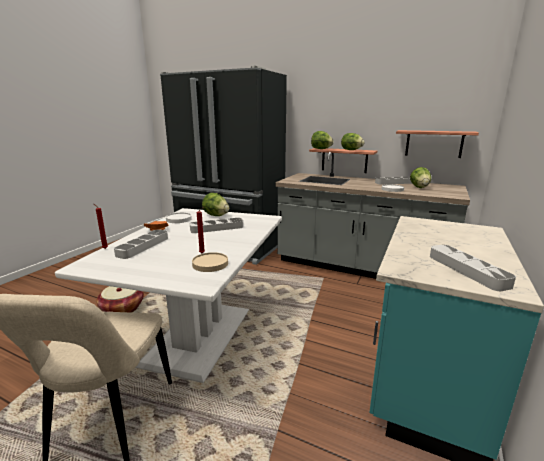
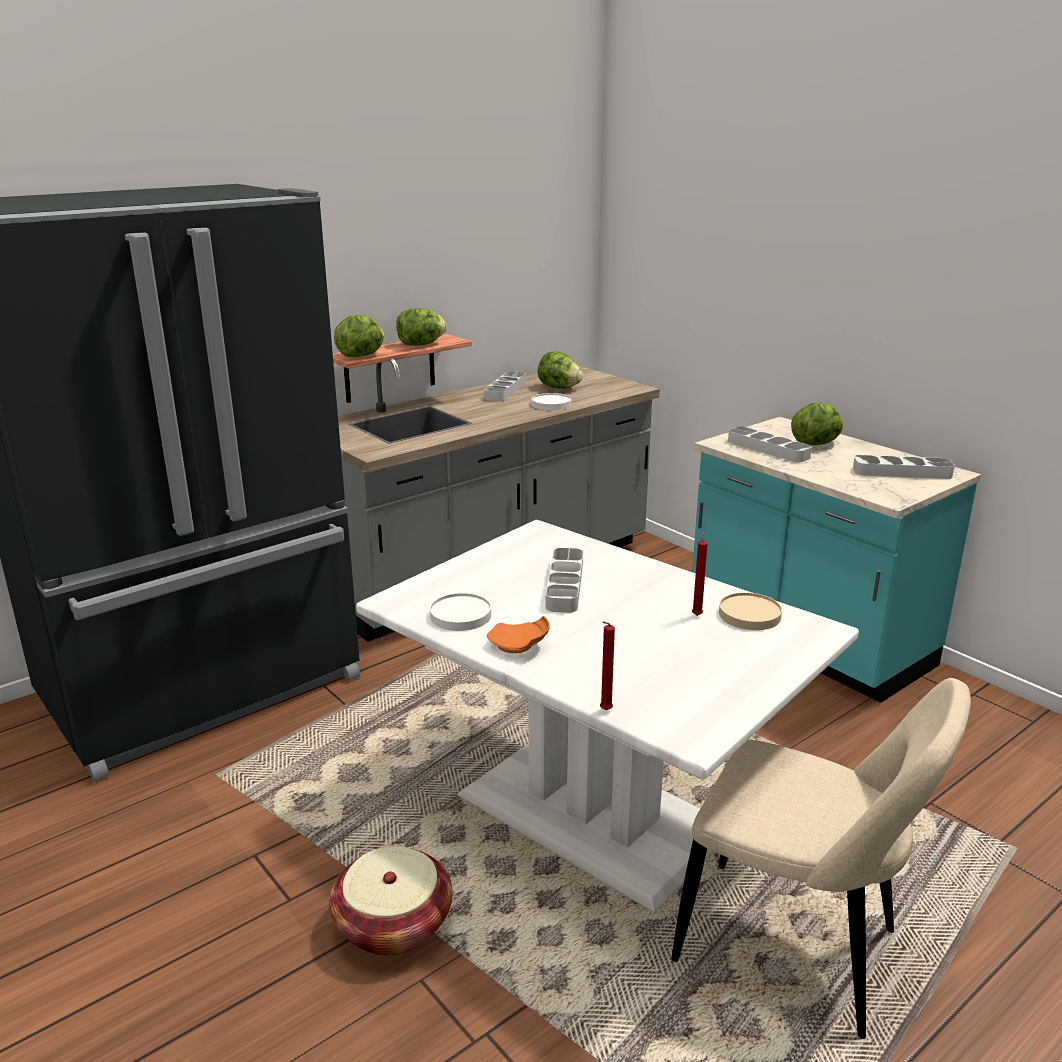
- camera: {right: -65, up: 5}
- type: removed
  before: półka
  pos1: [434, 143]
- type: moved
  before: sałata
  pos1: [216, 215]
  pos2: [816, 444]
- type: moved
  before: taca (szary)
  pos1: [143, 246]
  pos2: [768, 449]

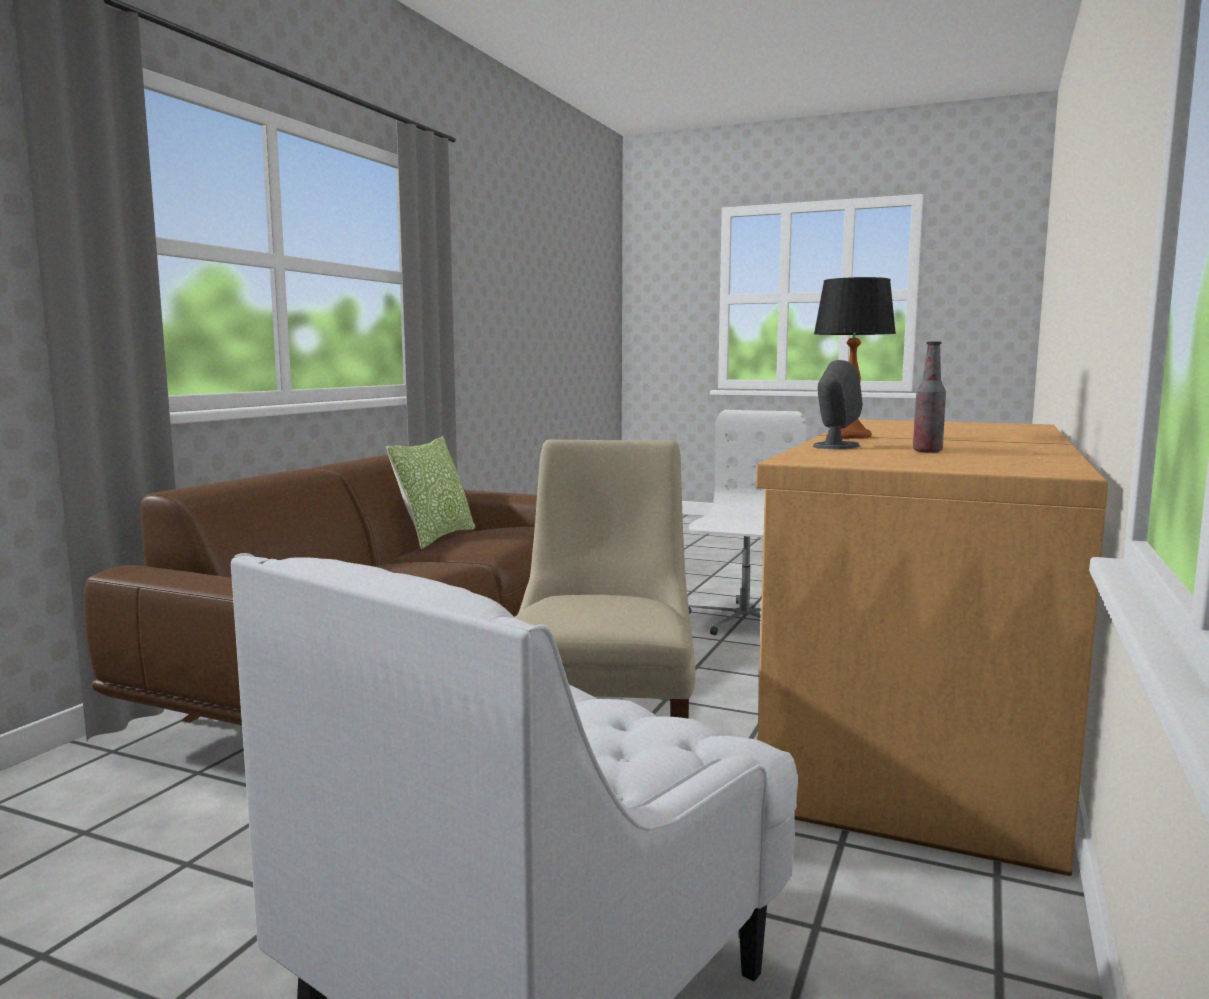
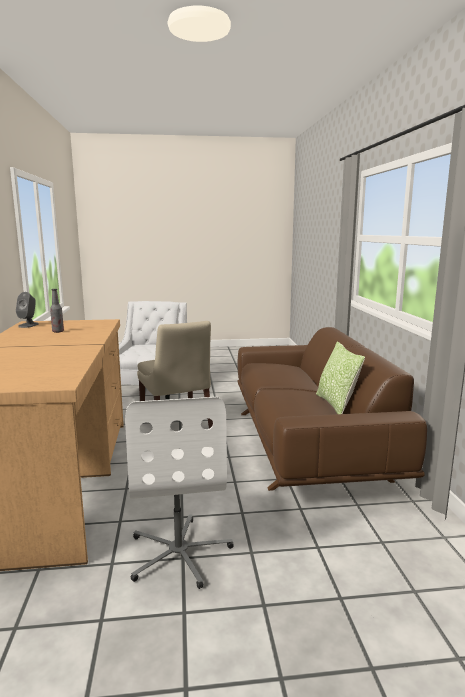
- camera: {right: 150, up: 5}
- type: removed
  before: lampa stołowa
  pos1: [849, 436]
- type: moved
  before: głośnik (szary)
  pos1: [836, 446]
  pos2: [28, 325]

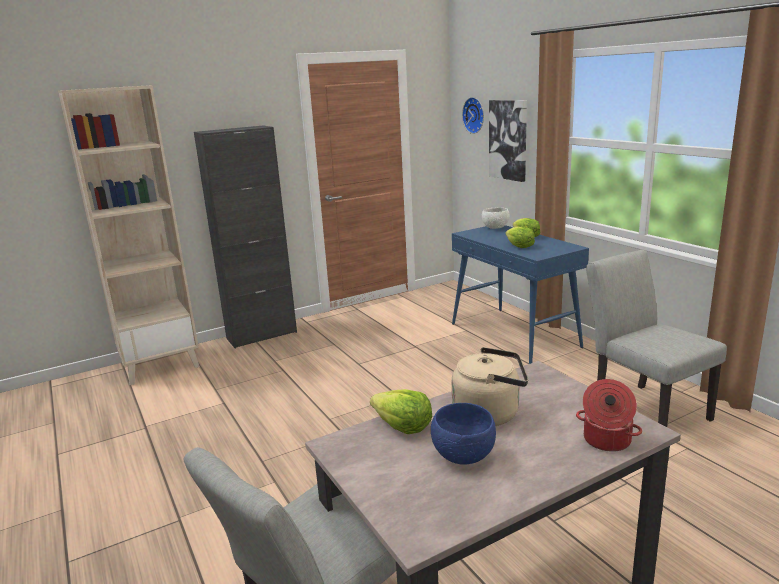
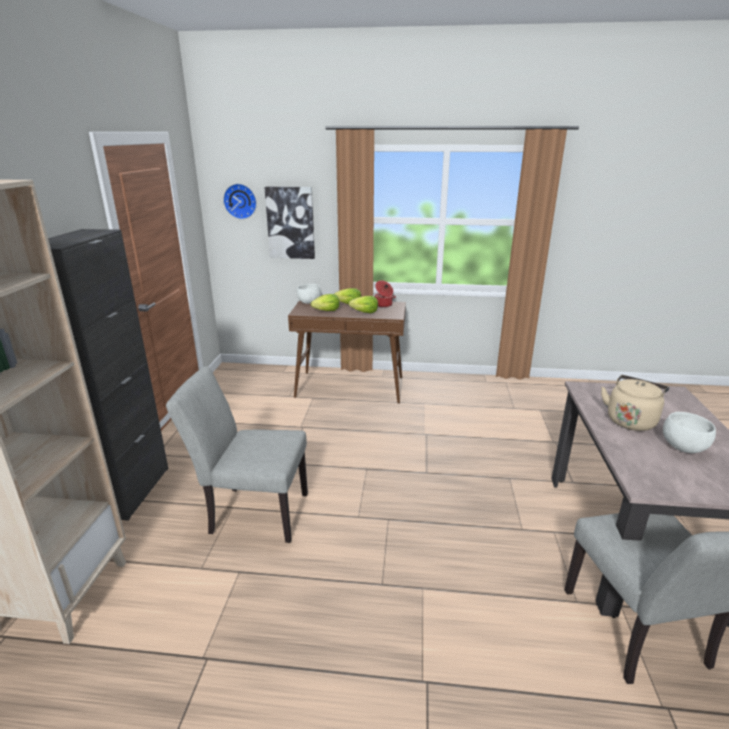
- camera: {right: -55, up: 5}
- type: recoloured
  before: stolik konsolowy (niebieski)
  after: stolik konsolowy (brązowy)
  pos1: [514, 335]
  pos2: [350, 387]
- type: moved
  before: krzesło (szary)
  pos1: [643, 408]
  pos2: [252, 512]
- type: moved
  before: garnek
  pos1: [606, 440]
  pos2: [383, 305]
- type: moved
  before: sałata
  pos1: [403, 426]
  pos2: [327, 311]
- type: recoloured
  before: miska (niebieski)
  after: miska (biały)
  pos1: [462, 456]
  pos2: [683, 448]

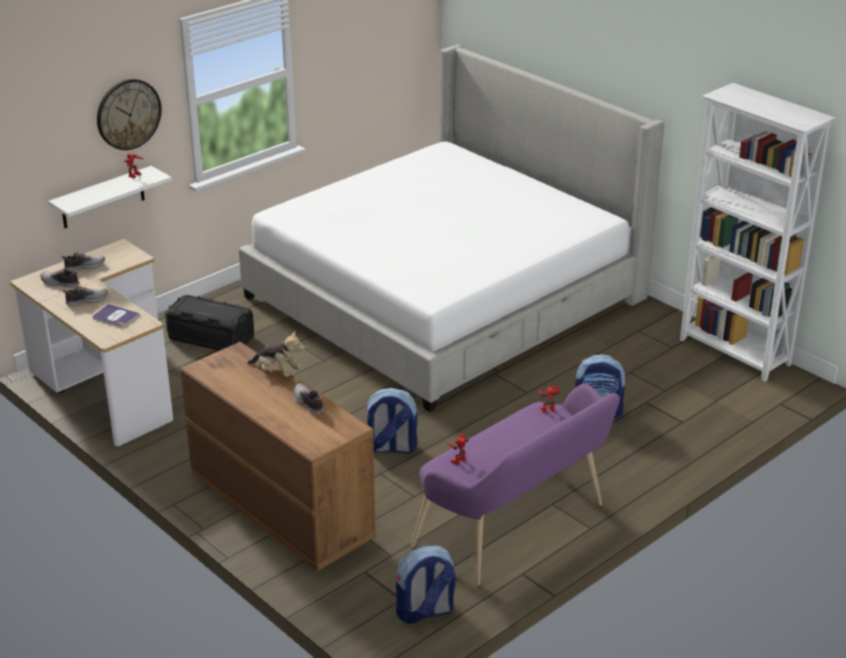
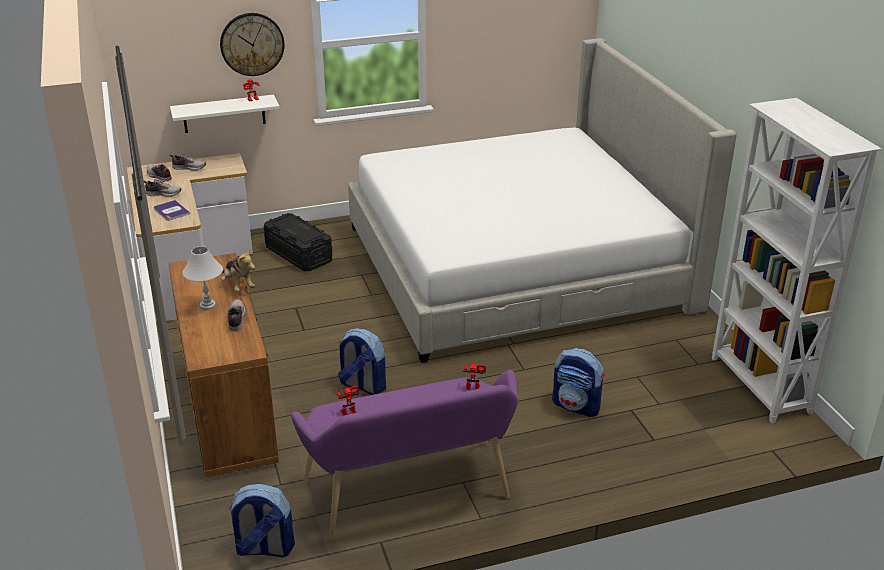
- camera: {right: 25, up: 0}
- type: added
  after: lampa stołowa (biały)
  pos2: [208, 306]

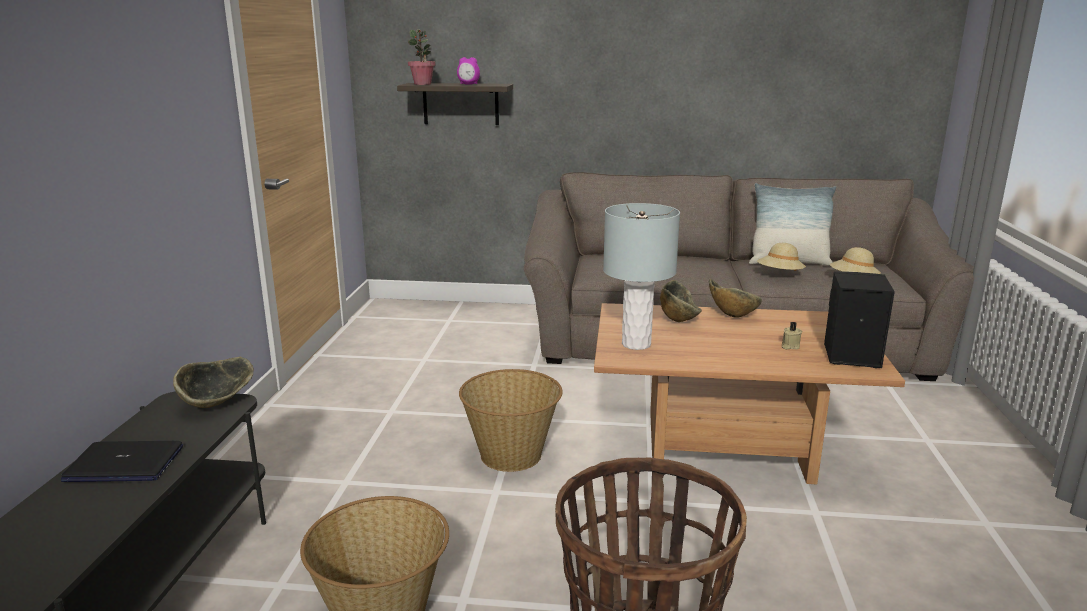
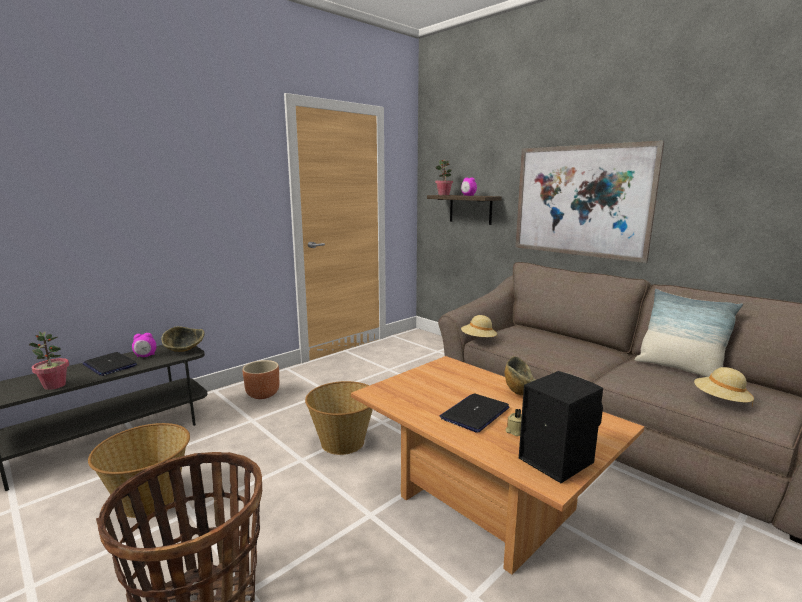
- camera: {right: 40, up: -5}
- type: removed
  before: lampa stołowa (szary)
  pos1: [636, 344]
- type: moved
  before: kapelusz (beżowy)
  pos1: [780, 275]
  pos2: [478, 340]
- type: removed
  before: miska
  pos1: [678, 319]
- type: added
  after: obraz
  pos2: [580, 201]
- type: added
  after: roślina doniczkowa
  pos2: [54, 386]
- type: added
  after: budzik
  pos2: [145, 356]
- type: added
  after: donica (brązowy)
  pos2: [262, 394]
- type: added
  after: laptop
  pos2: [475, 413]

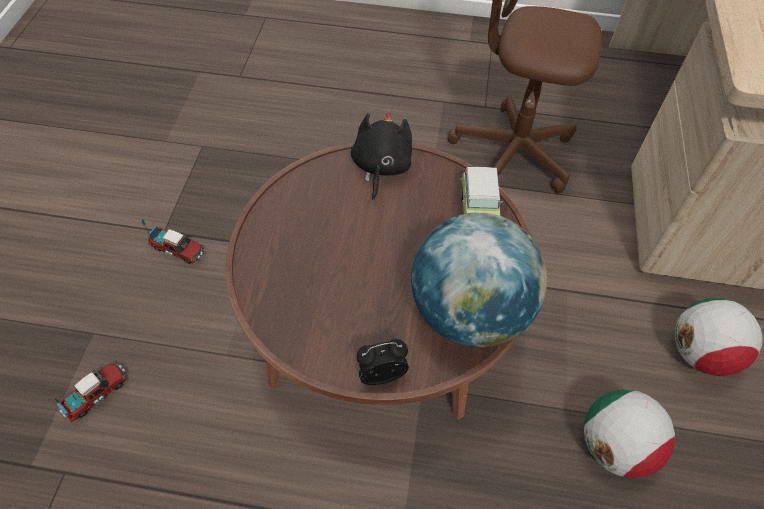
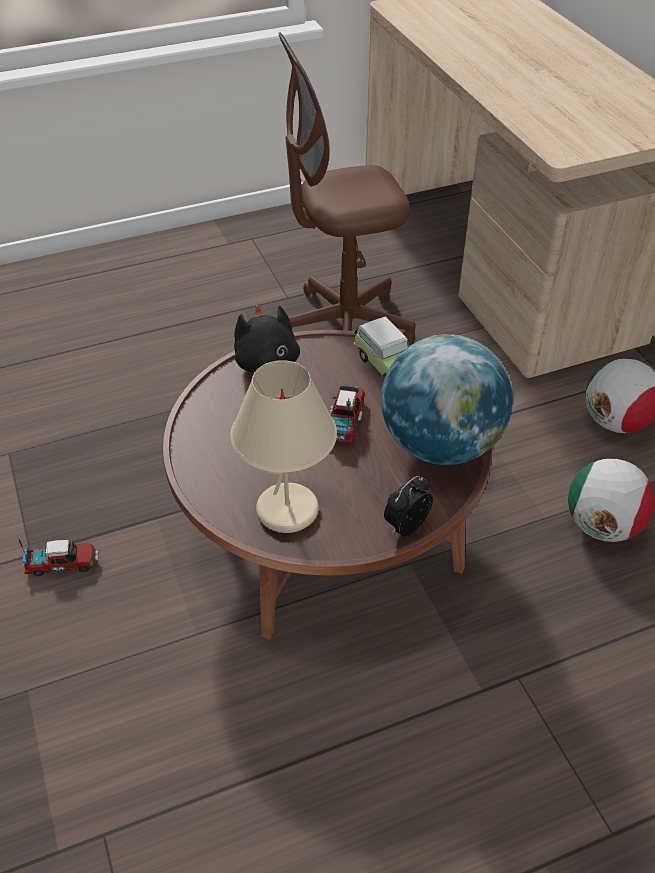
- camera: {right: -30, up: -10}
- type: moved
  before: ciężarówka zabawkowa
  pos1: [96, 394]
  pos2: [345, 420]
- type: added
  after: lampa stołowa (beżowy)
  pos2: [287, 509]

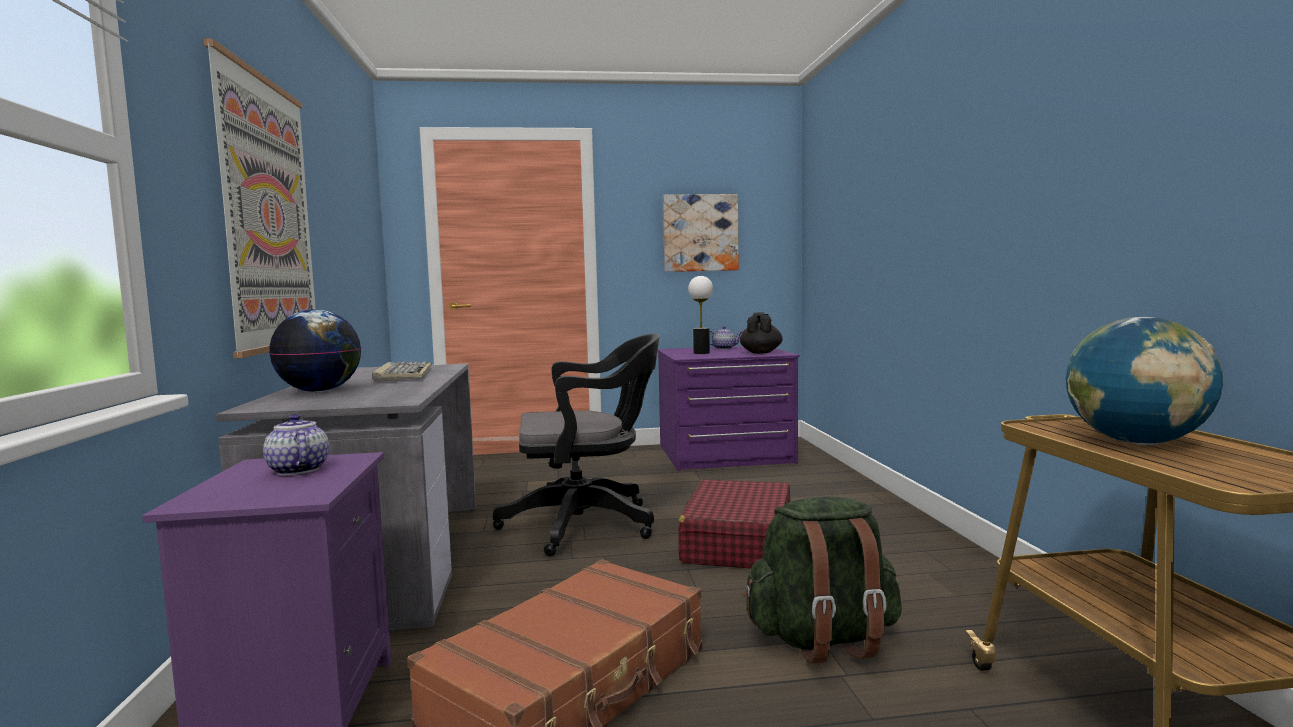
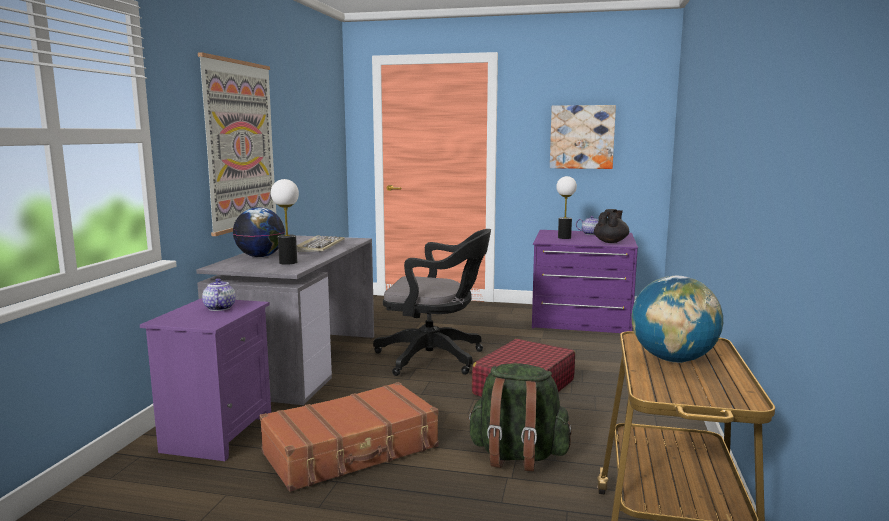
- camera: {right: 20, up: 5}
- type: added
  after: lampa stołowa
  pos2: [288, 262]

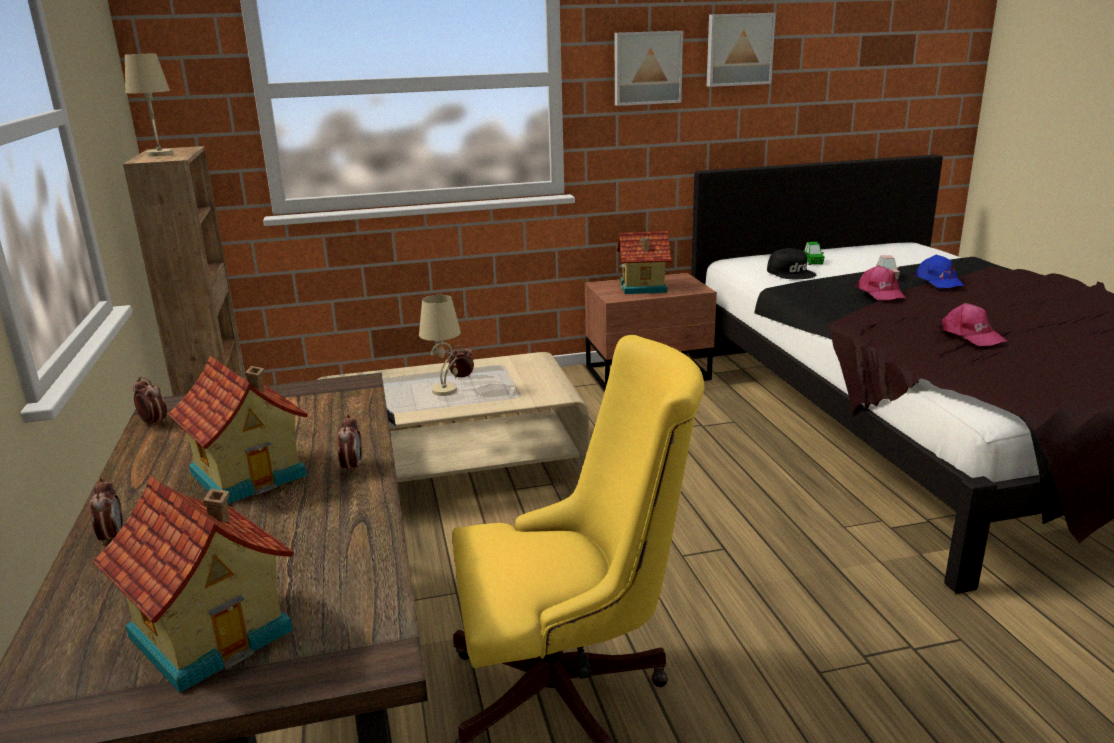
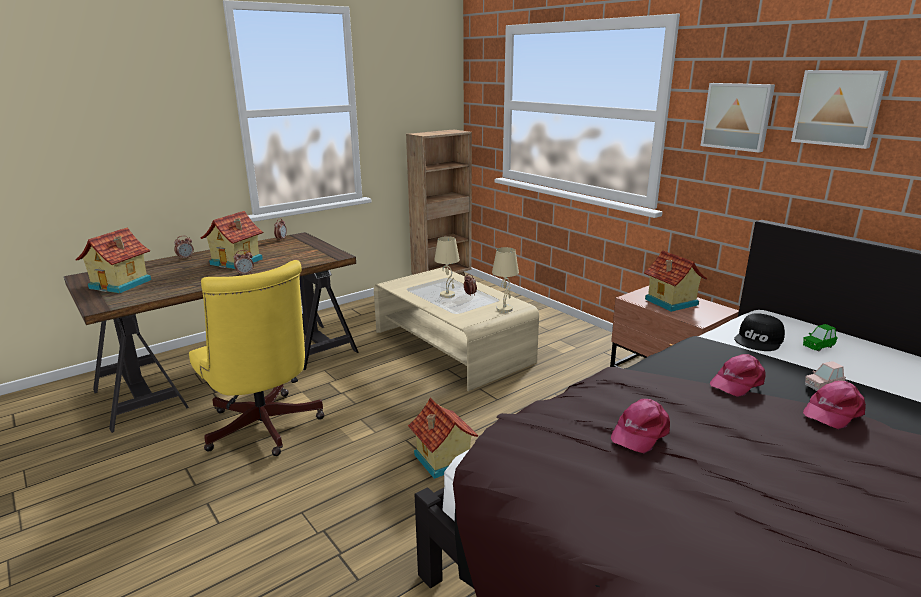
- camera: {right: 65, up: 0}
- type: moved
  before: lampa stołowa (beżowy)
  pos1: [159, 154]
  pos2: [504, 309]
- type: recoloured
  before: czapka z daszkiem (niebieski)
  after: czapka z daszkiem (różowy)
  pos1: [938, 281]
  pos2: [832, 411]
- type: added
  after: domek
  pos2: [441, 460]

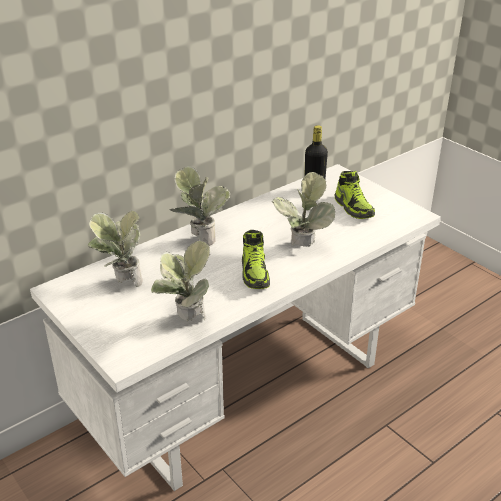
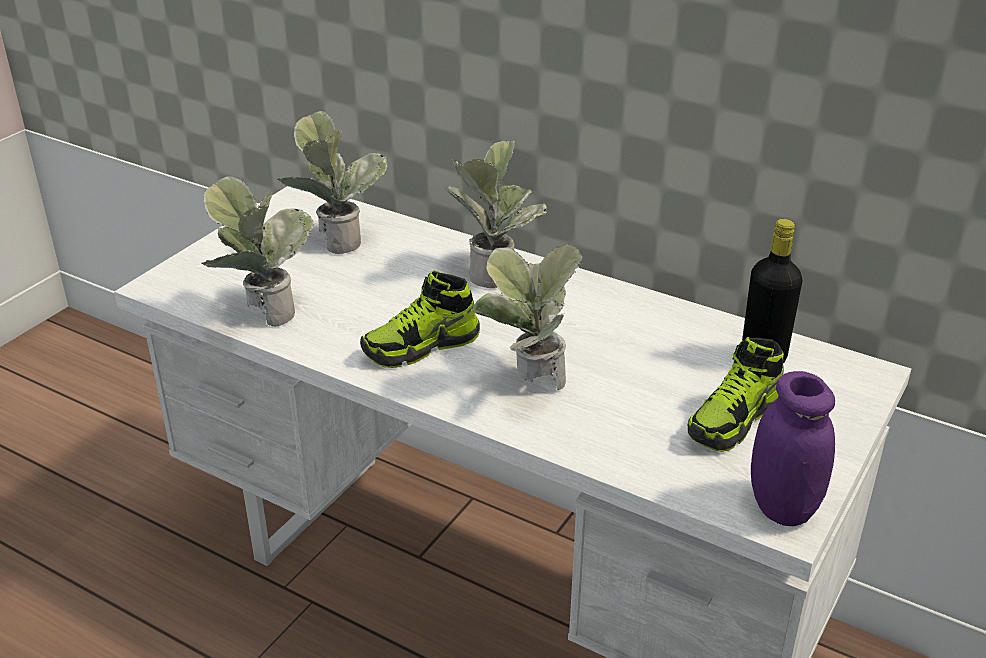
- camera: {right: 70, up: 0}
- type: added
  after: słoik (fioletowy)
  pos2: [782, 507]

